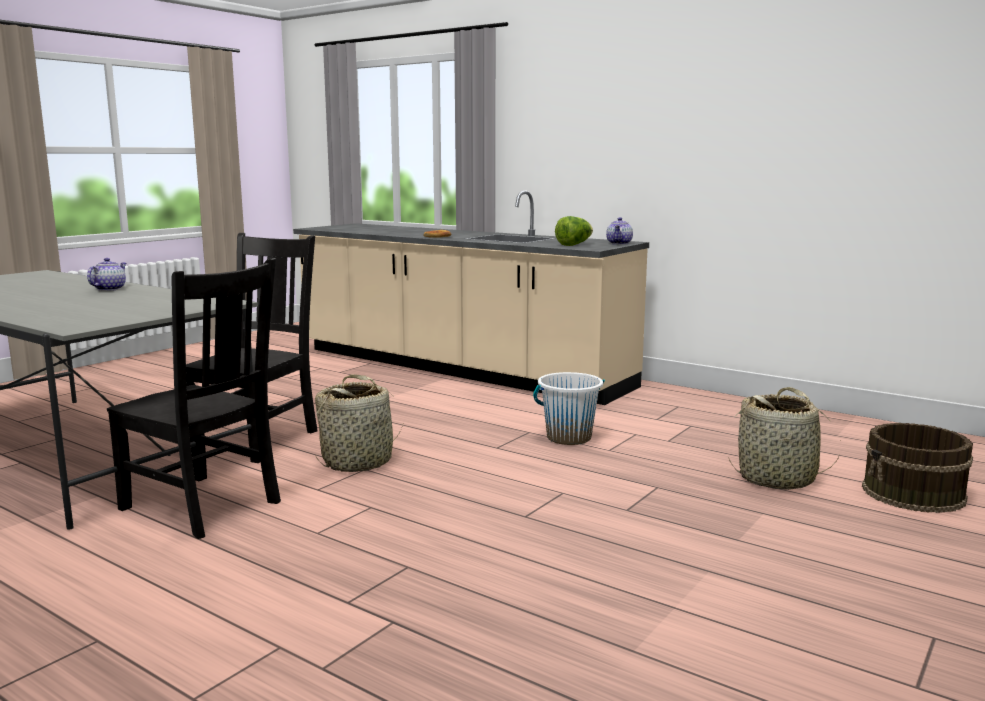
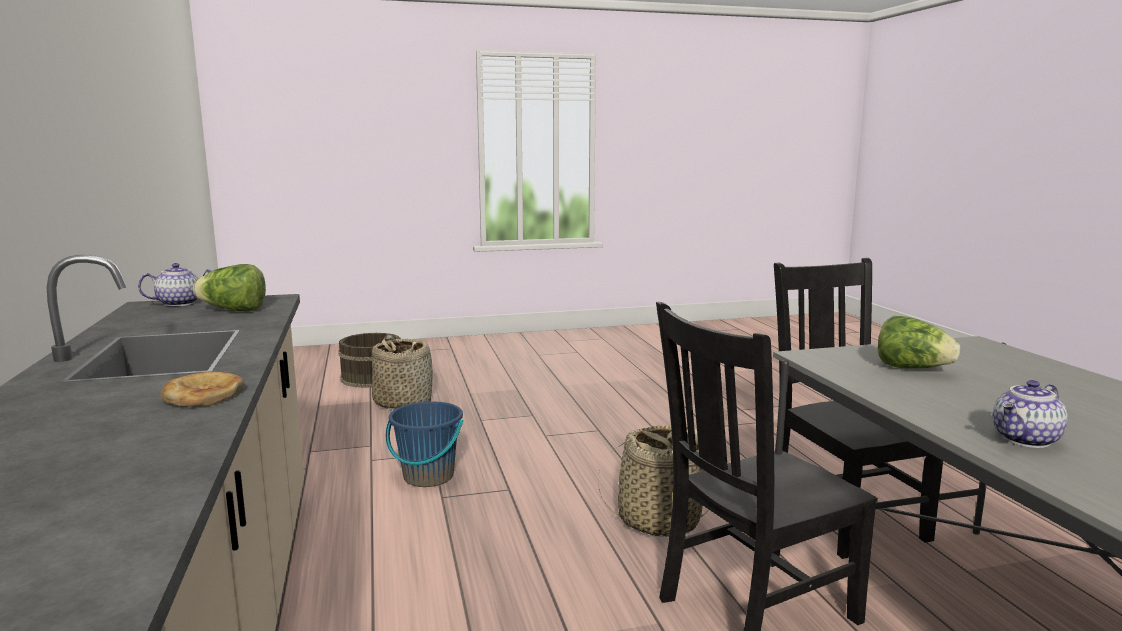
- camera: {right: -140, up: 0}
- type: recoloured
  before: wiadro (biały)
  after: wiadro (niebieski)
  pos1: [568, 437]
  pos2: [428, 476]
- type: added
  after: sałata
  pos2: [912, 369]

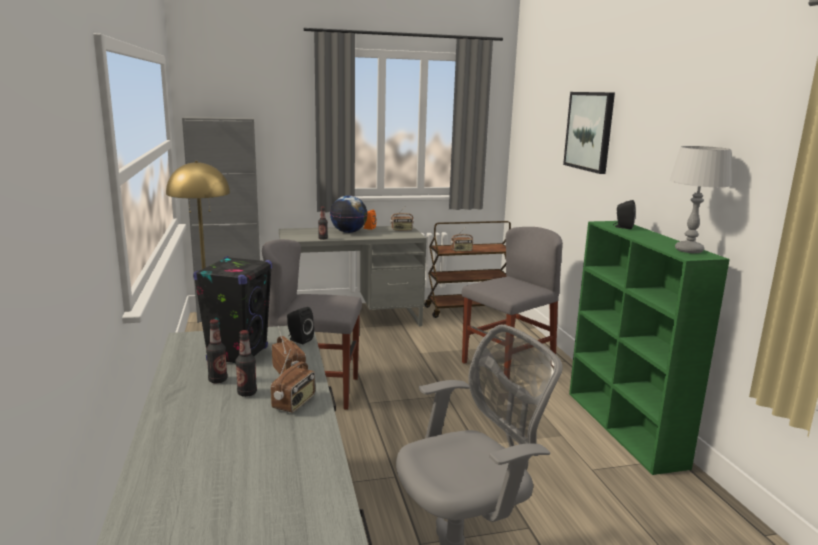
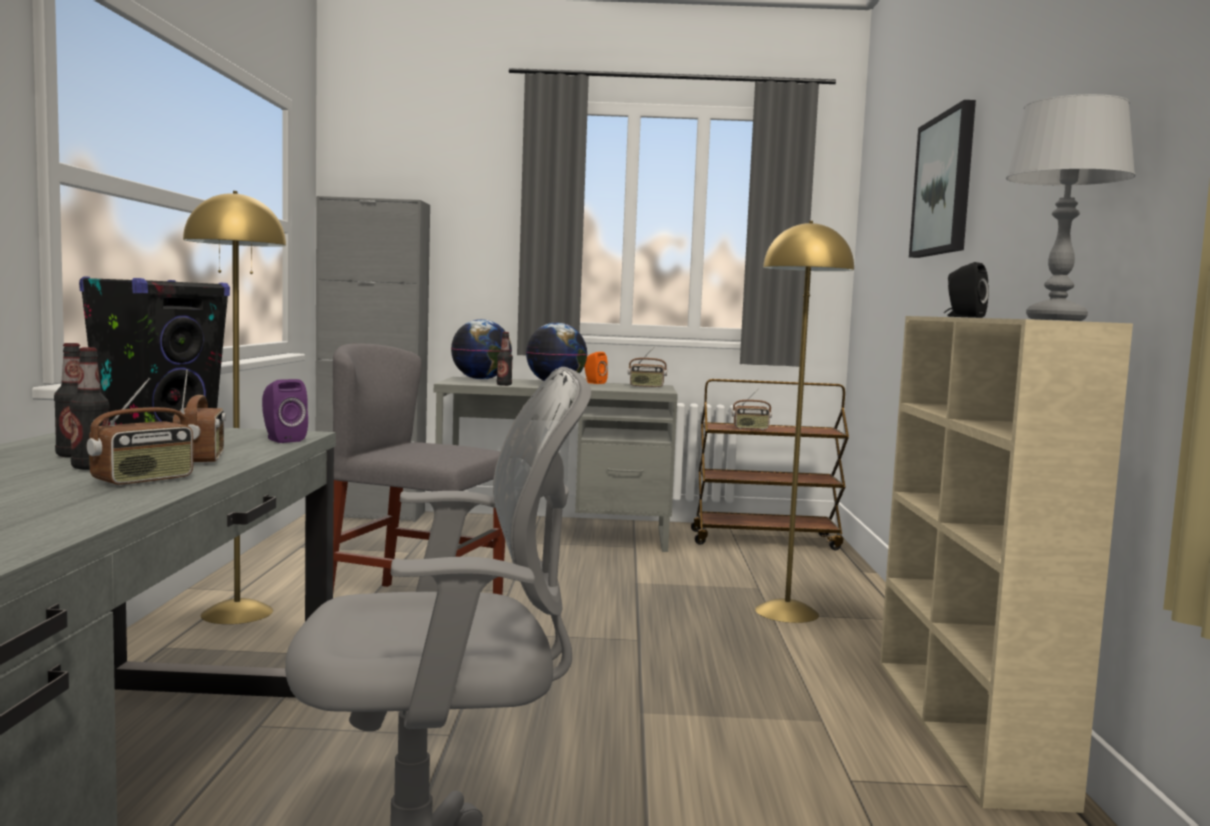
- camera: {right: 15, up: -10}
- type: recoloured
  before: regał (zielony)
  after: regał (beżowy)
  pos1: [625, 428]
  pos2: [966, 727]
- type: replaced
  before: krzesło (szary)
  after: lampa stojąca (żółty)
  pos1: [508, 364]
  pos2: [787, 612]
- type: recoloured
  before: głośnik (czarny)
  after: głośnik (fioletowy)
  pos1: [299, 340]
  pos2: [282, 440]
- type: added
  after: globus
  pos2: [481, 379]

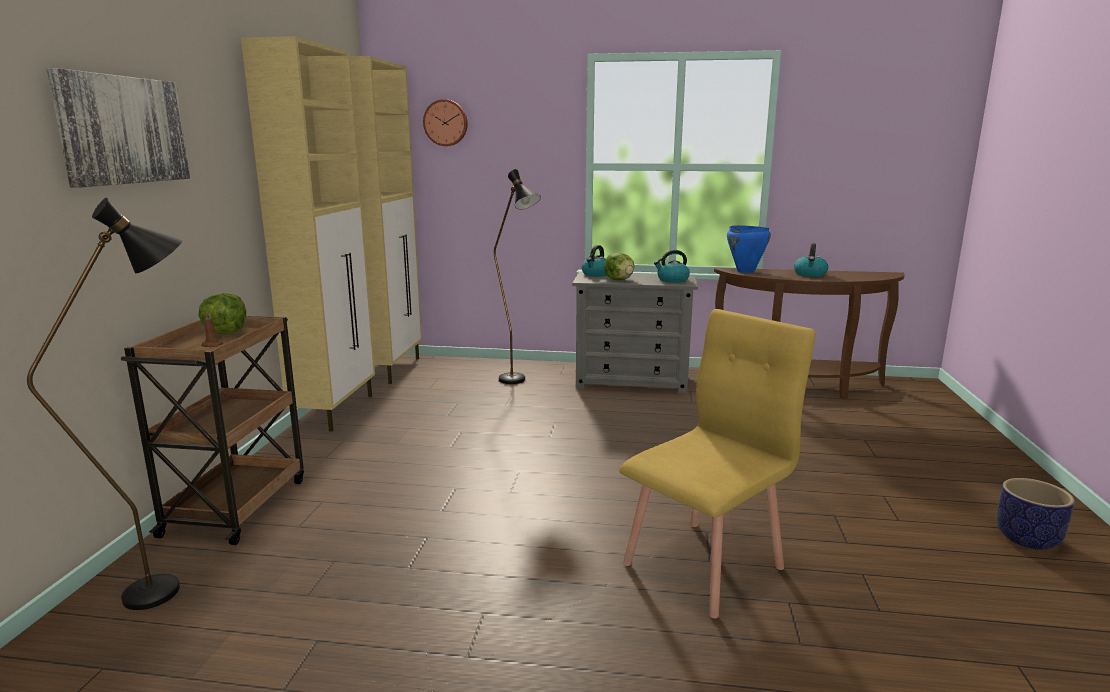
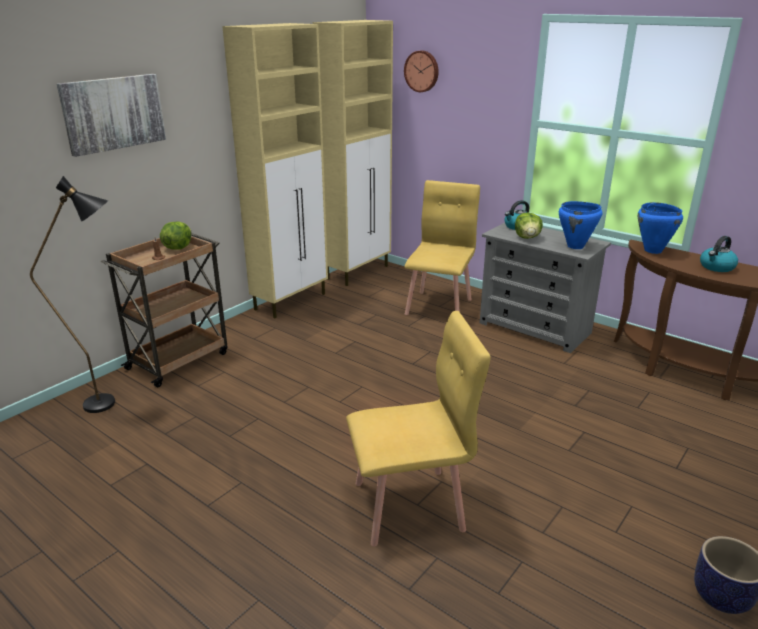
- camera: {right: 30, up: 10}
- type: replaced
  before: lampa stojąca (czarny)
  after: krzesło (żółty)
  pos1: [518, 382]
  pos2: [439, 306]
- type: replaced
  before: czajnik
  after: garnek (niebieski)
  pos1: [672, 280]
  pos2: [575, 246]

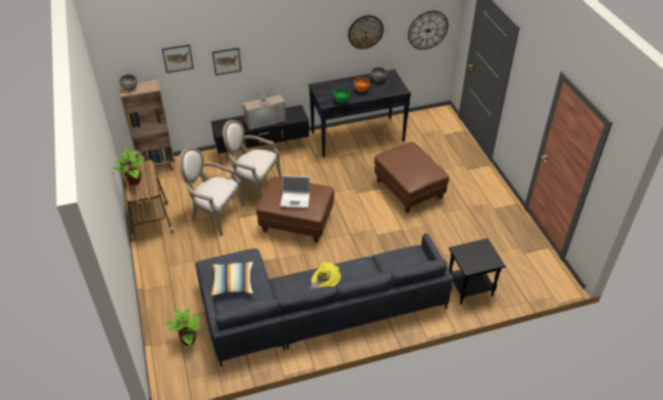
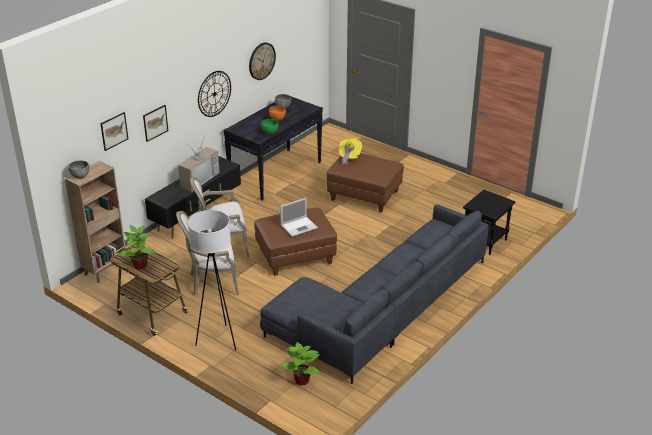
- camera: {right: -35, up: -10}
- type: moved
  before: zegar ścienny
  pos1: [428, 30]
  pos2: [214, 93]
- type: removed
  before: poduszka
  pos1: [232, 284]
- type: moved
  before: kapelusz (żółty)
  pos1: [324, 284]
  pos2: [349, 157]
- type: added
  after: lampa stojąca (biały)
  pos2: [218, 340]

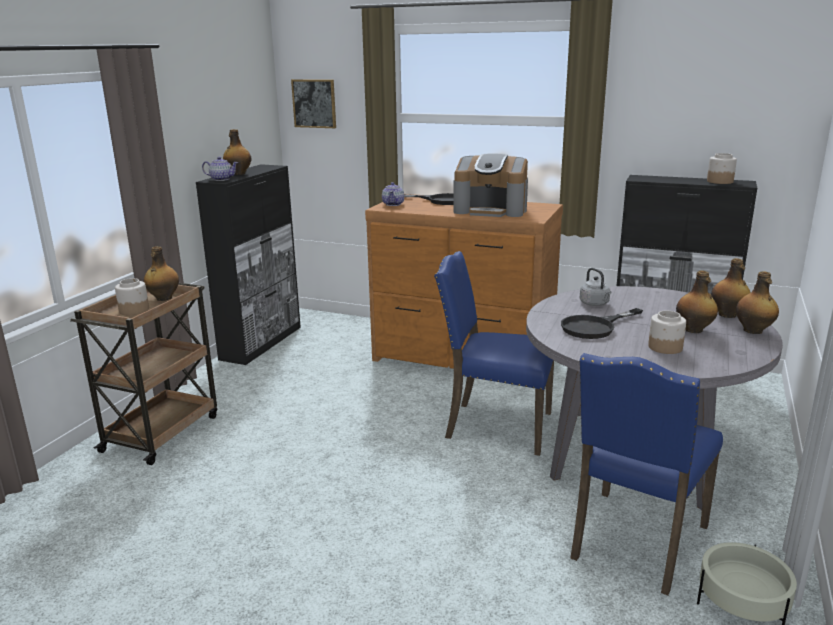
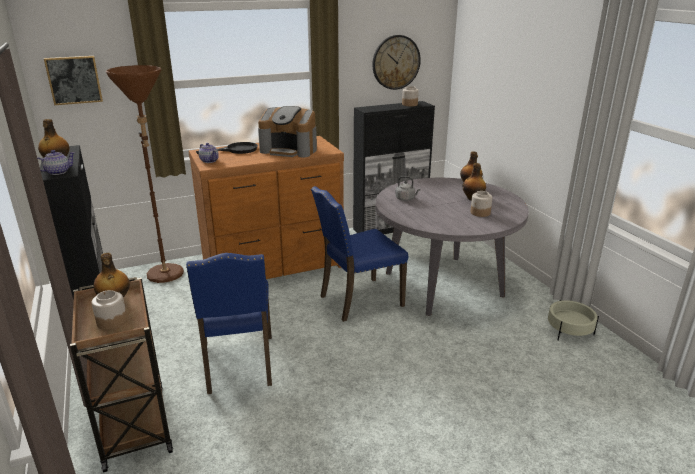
- camera: {right: -45, up: 5}
- type: turned
  before: ekspres do kawy
  pos1: [491, 210]
  pos2: [289, 150]
  turn: 45
- type: removed
  before: butelka
  pos1: [753, 331]
- type: removed
  before: patelnia (czarny)
  pos1: [594, 327]
- type: moved
  before: krzesło (niebieski)
  pos1: [635, 542]
  pos2: [238, 365]
- type: added
  after: zegar ścienny
  pos2: [396, 62]
- type: added
  after: lampa stojąca (brązowy)
  pos2: [167, 277]

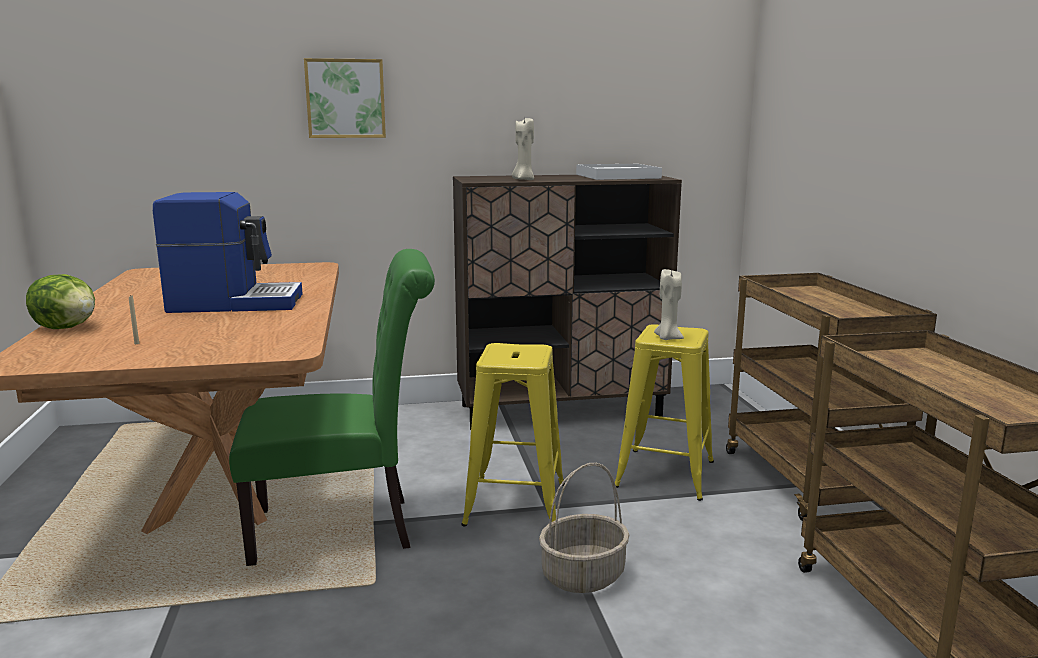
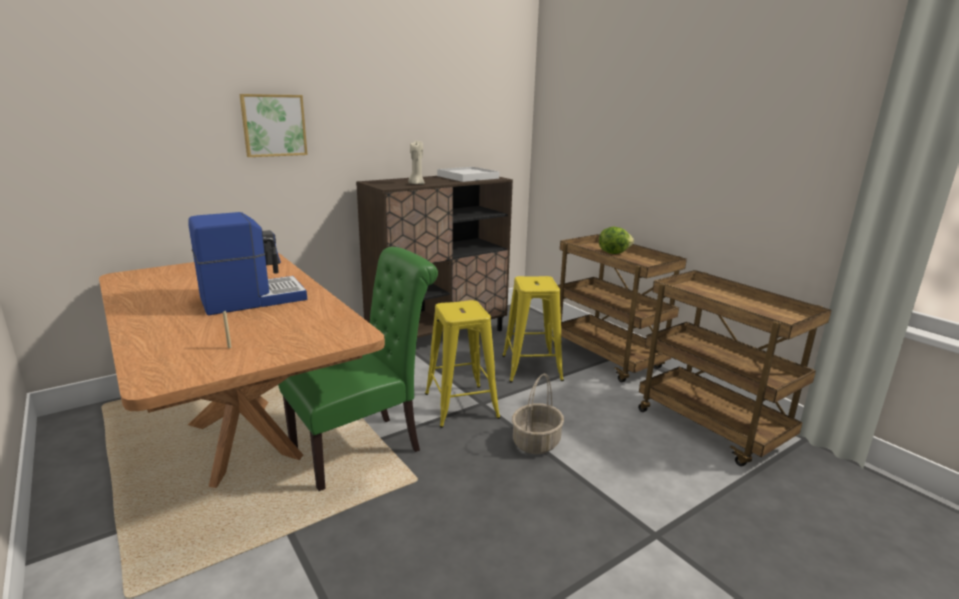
- camera: {right: -25, up: 5}
- type: removed
  before: świeca (beżowy)
  pos1: [667, 338]
- type: moved
  before: sałata
  pos1: [67, 327]
  pos2: [613, 253]

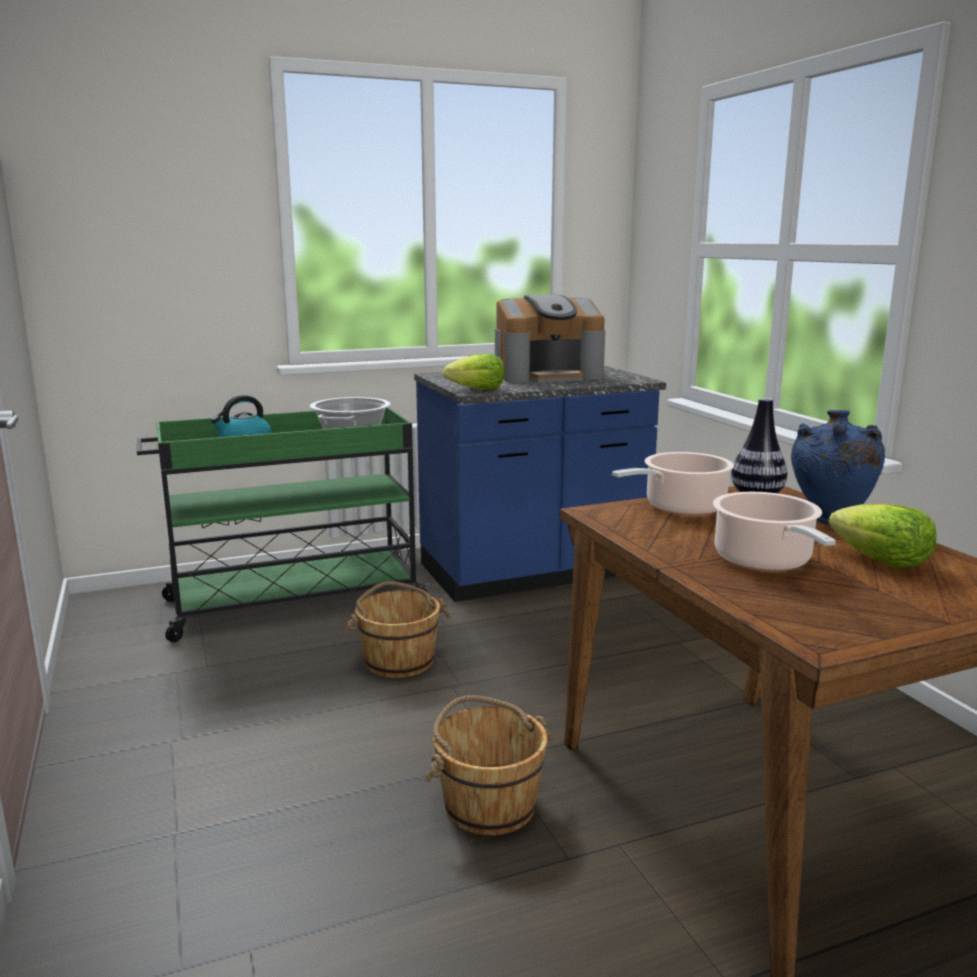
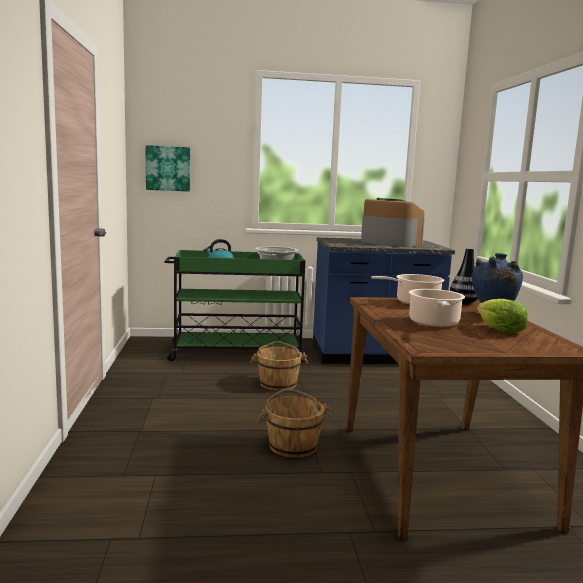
- camera: {right: 15, up: -5}
- type: turned
  before: ekspres do kawy
  pos1: [548, 375]
  pos2: [389, 243]
  turn: -135
- type: removed
  before: sałata
  pos1: [477, 390]
- type: added
  after: obraz
  pos2: [168, 168]

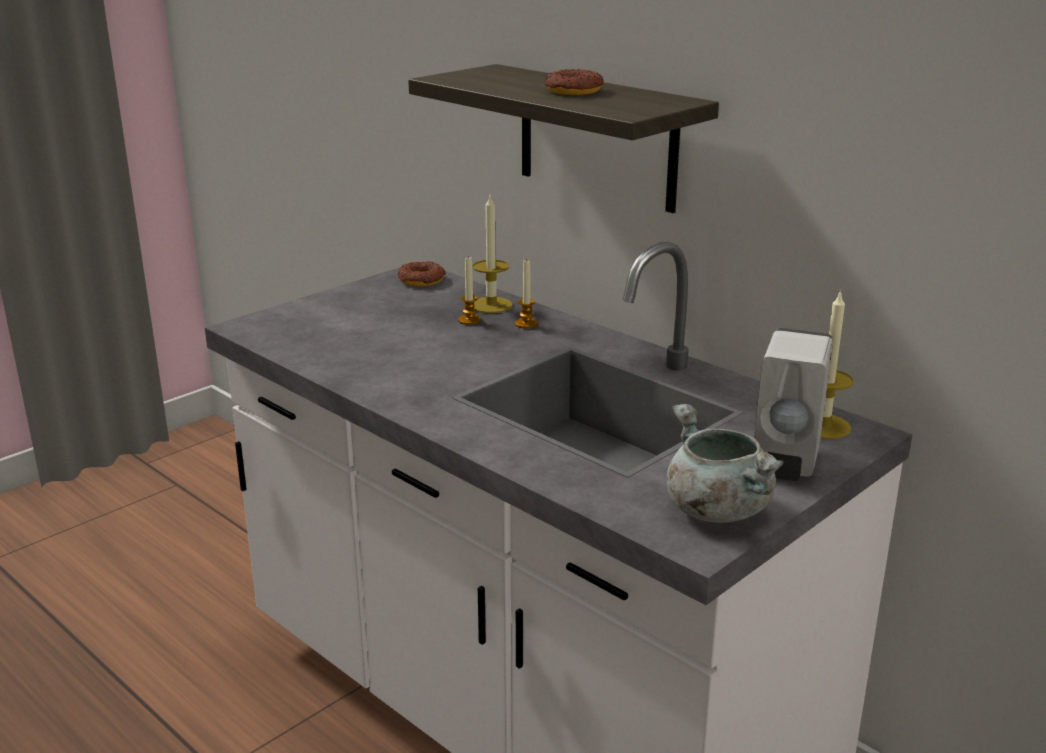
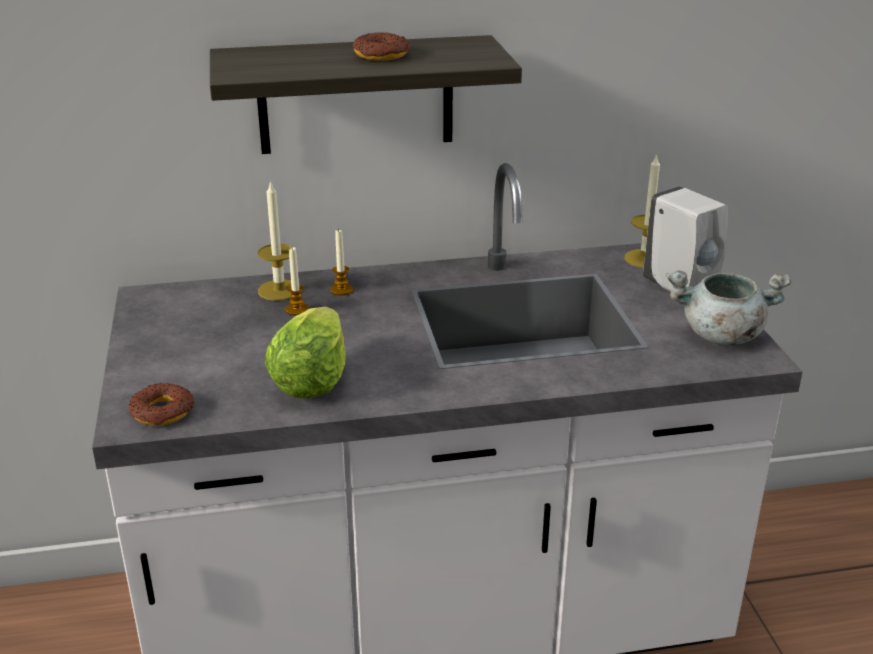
- camera: {right: -55, up: 5}
- type: moved
  before: donut
  pos1: [421, 280]
  pos2: [162, 411]
- type: added
  after: sałata
  pos2: [311, 380]

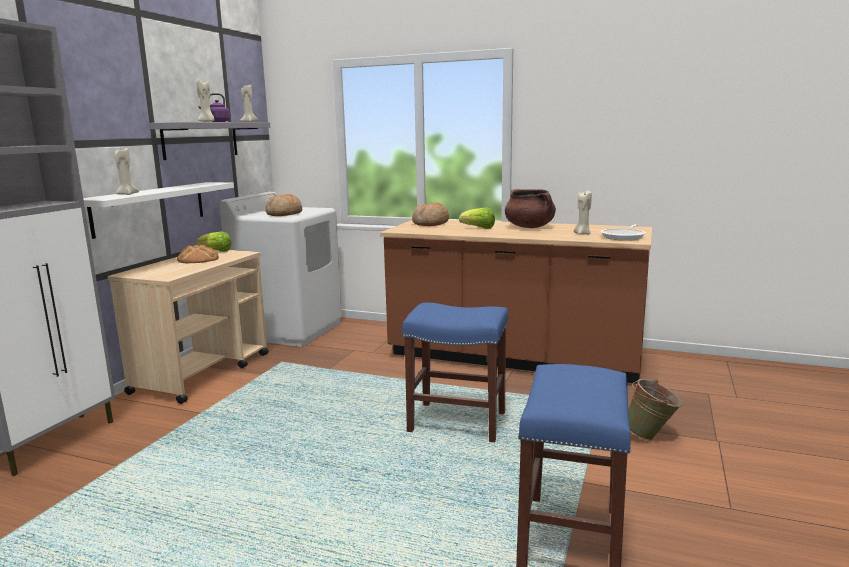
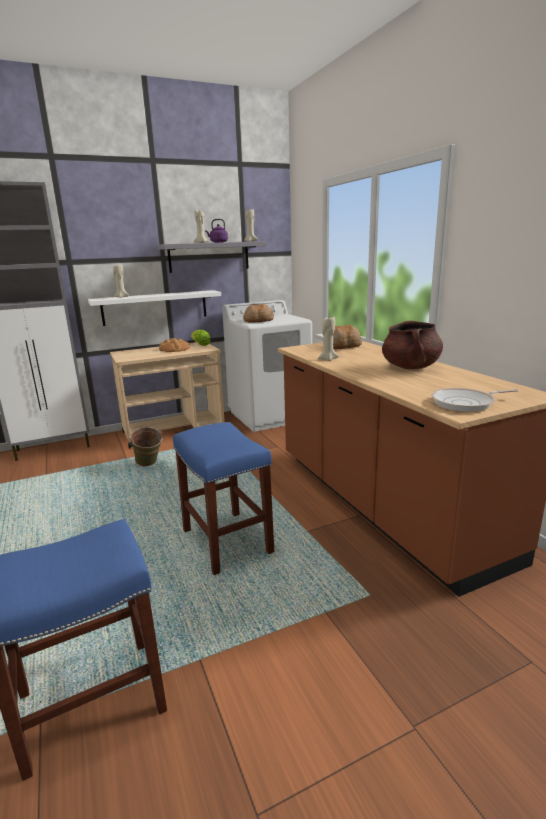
- camera: {right: 45, up: 5}
- type: moved
  before: świeca (beżowy)
  pos1: [582, 234]
  pos2: [328, 359]
- type: removed
  before: sałata
  pos1: [478, 228]
- type: moved
  before: wiadro (zielony)
  pos1: [651, 436]
  pos2: [149, 465]

